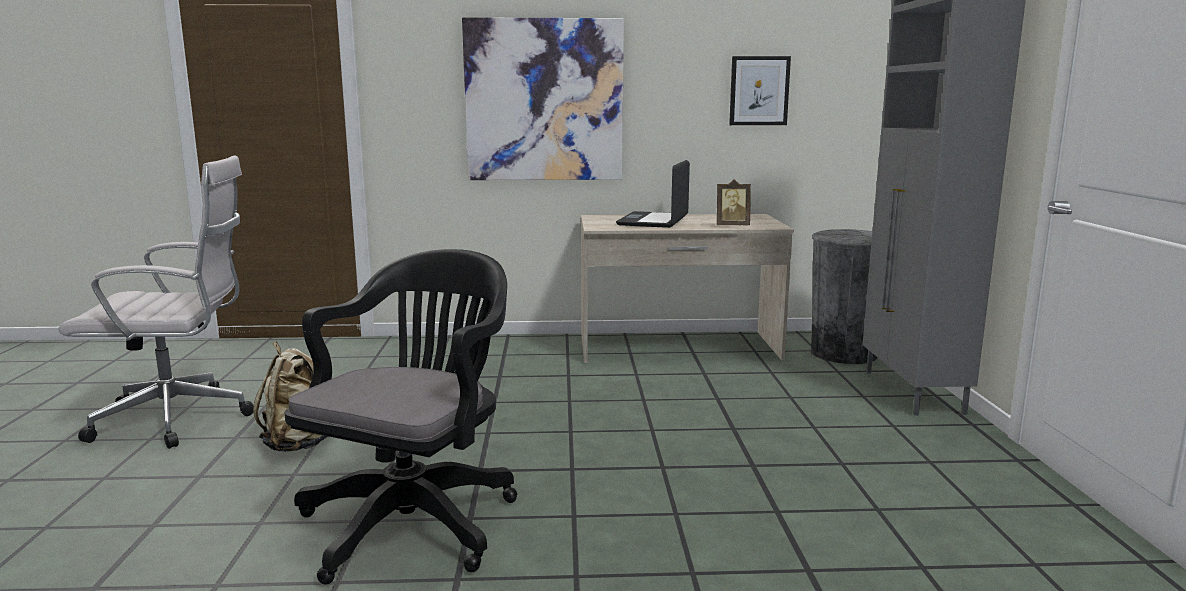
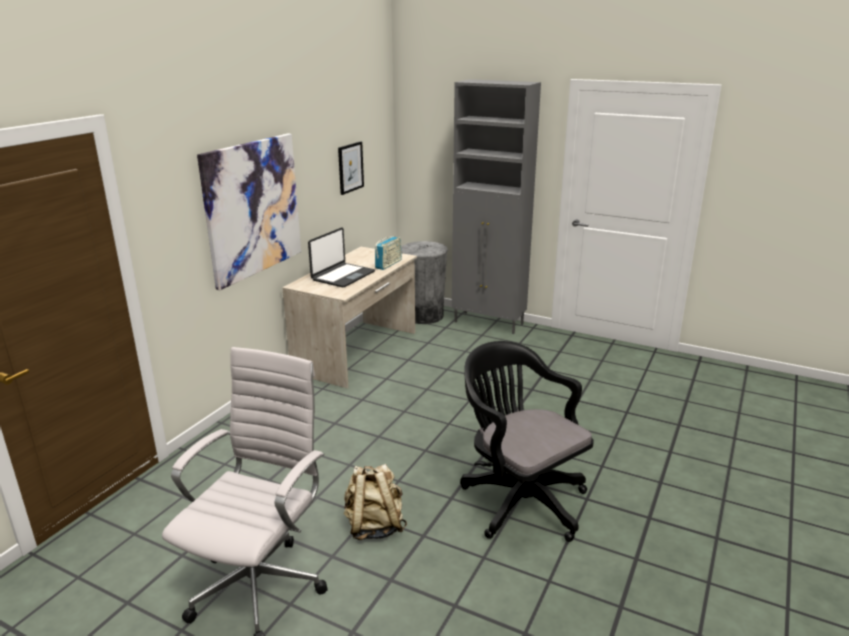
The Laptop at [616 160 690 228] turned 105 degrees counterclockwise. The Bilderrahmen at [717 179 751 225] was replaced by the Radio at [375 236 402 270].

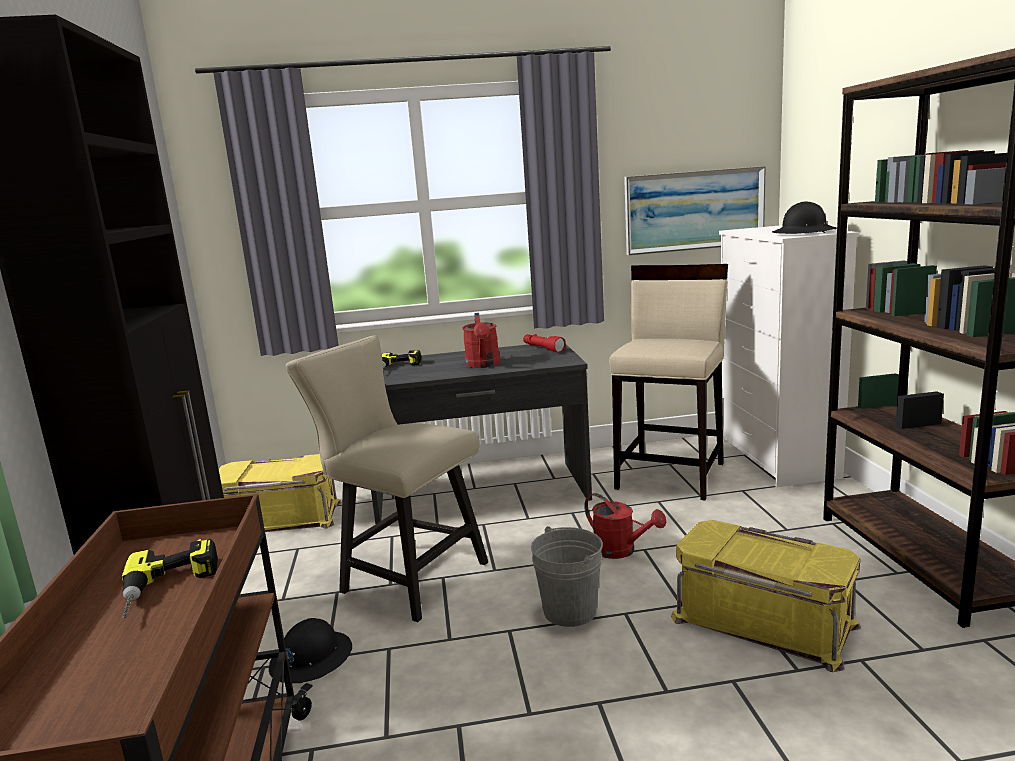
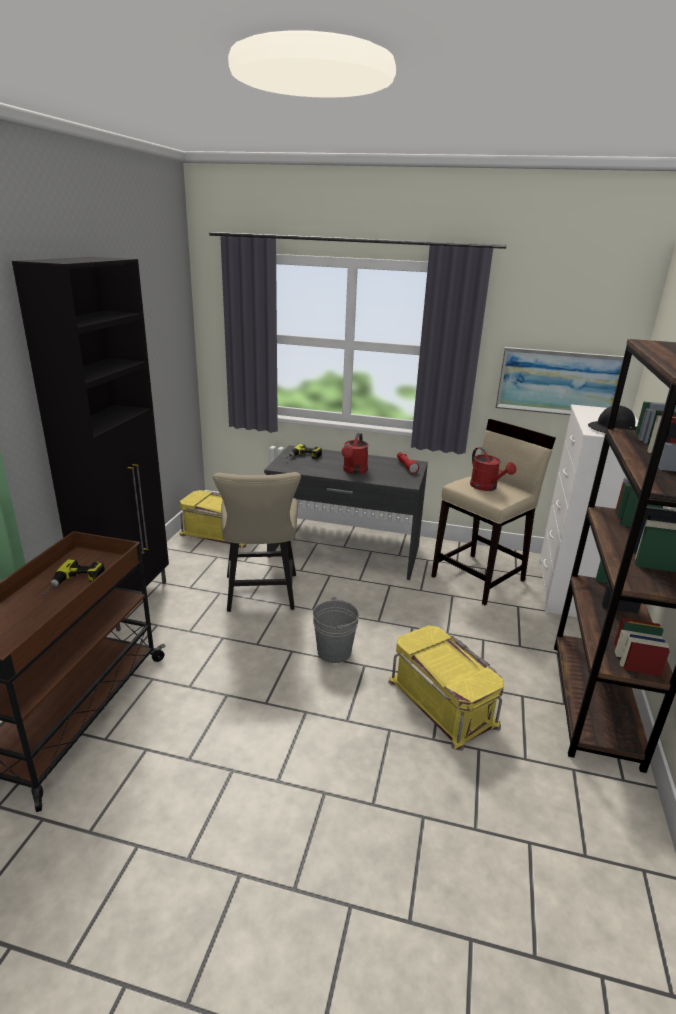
The Stuhl/beige at [286 336 488 622] turned 150 degrees counterclockwise. The Gießkanne/rot moved from [584 493 666 559] to [470 447 516 491]. The Schutzhelm/schwarz at [269 618 352 683] disappeared.

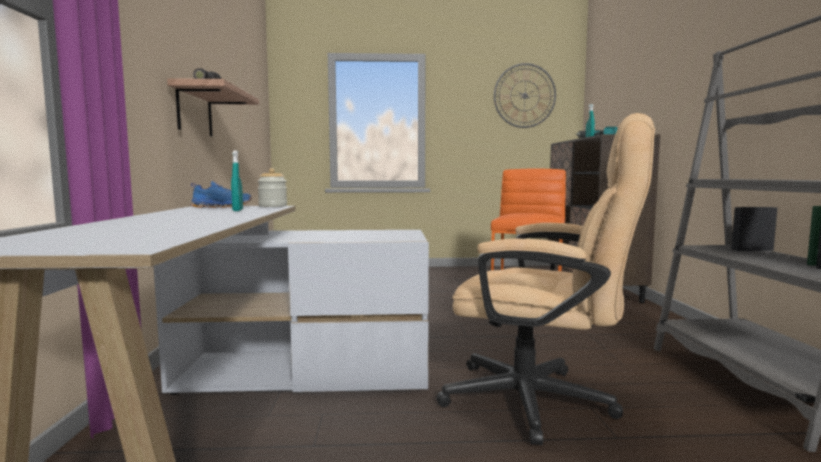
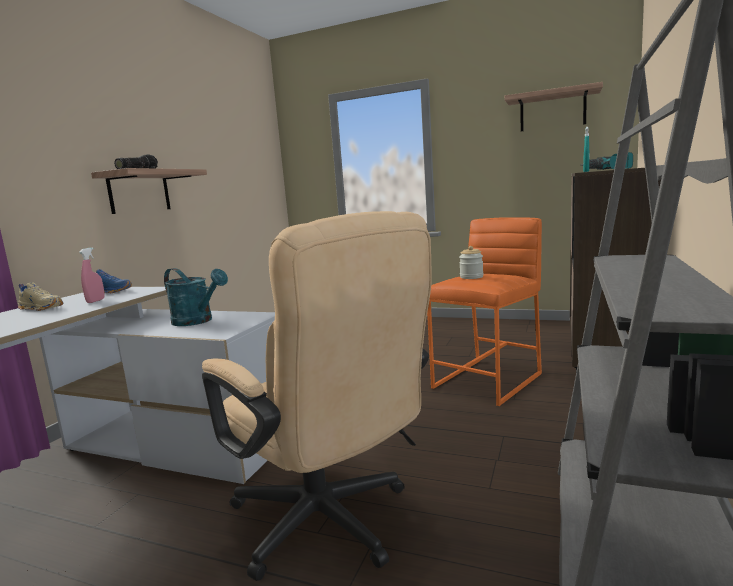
The Wanduhr at [494 63 556 128] was replaced by the Wandregal at [505 82 603 131]. The Sprühflasche/türkis at [231 150 243 211] became the Sprühflasche/rosa at [79 248 105 303]. The Vorratsglas moved from [258 168 287 207] to [459 246 483 279]. The Gießkanne/türkis at [164 268 228 326] appeared. The Schuh/beige at [18 282 63 311] appeared.

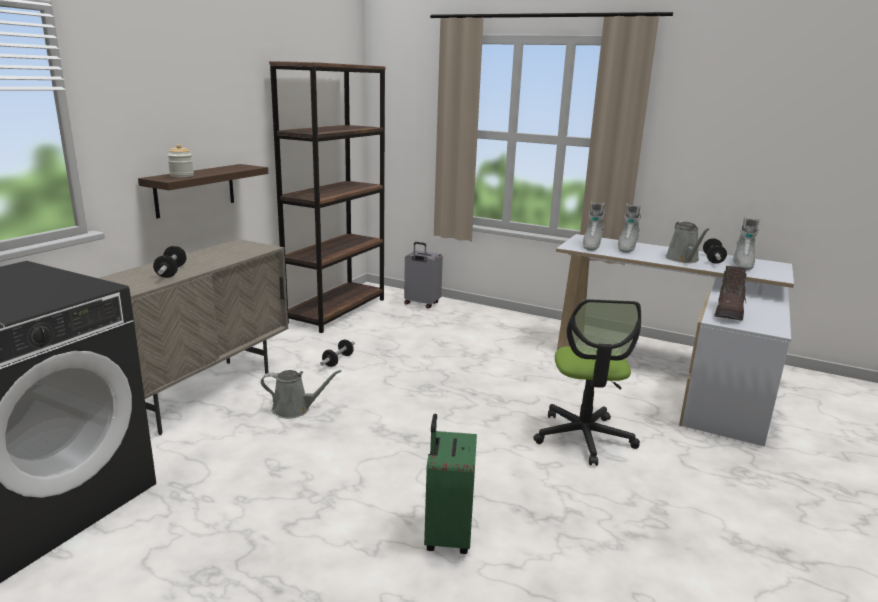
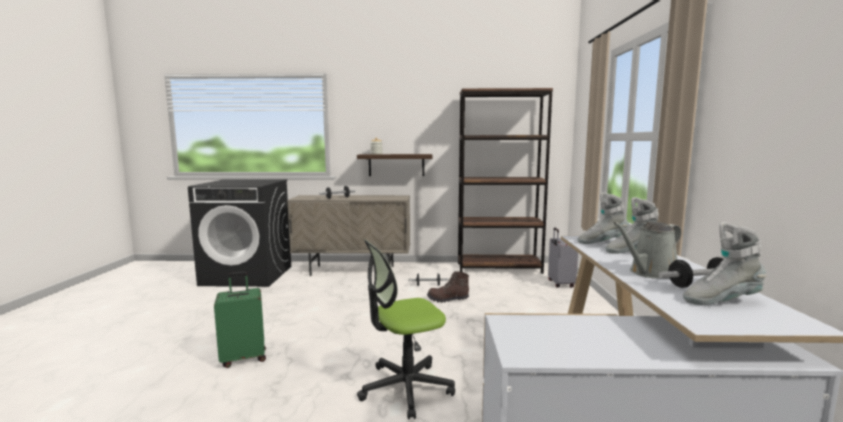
The Stiefel/braun moved from [714 266 747 321] to [427 271 469 303]. The Gießkanne/grau at [261 370 341 419] disappeared.

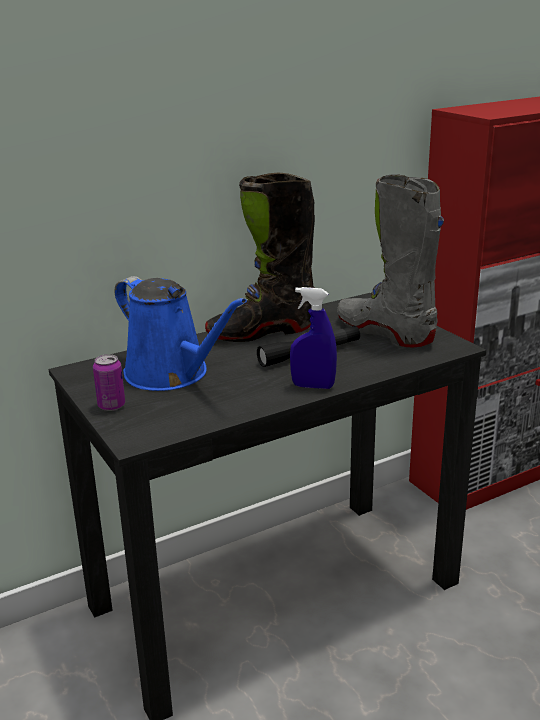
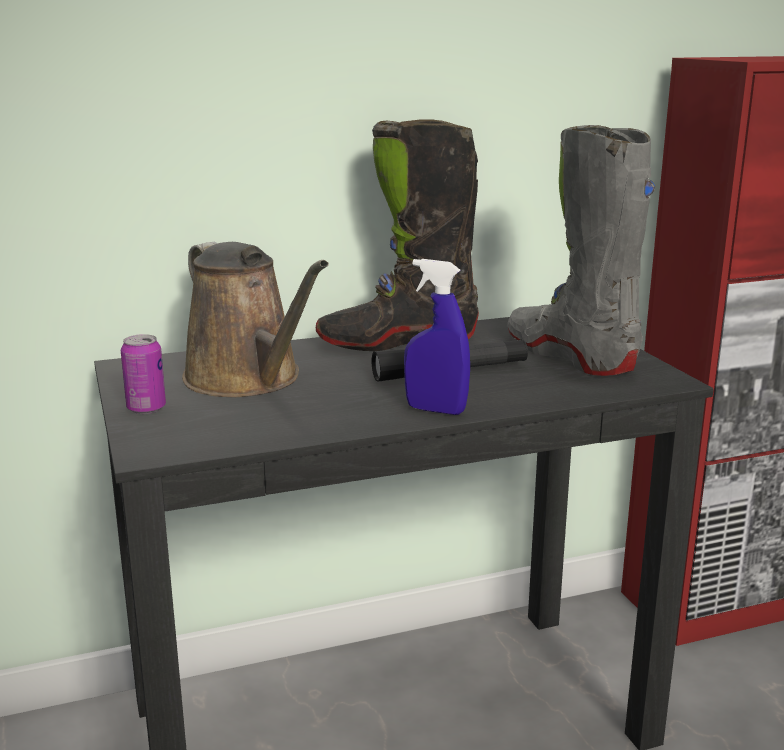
The Gießkanne/blau at [115 276 247 391] became the Gießkanne/braun at [182 242 329 397].

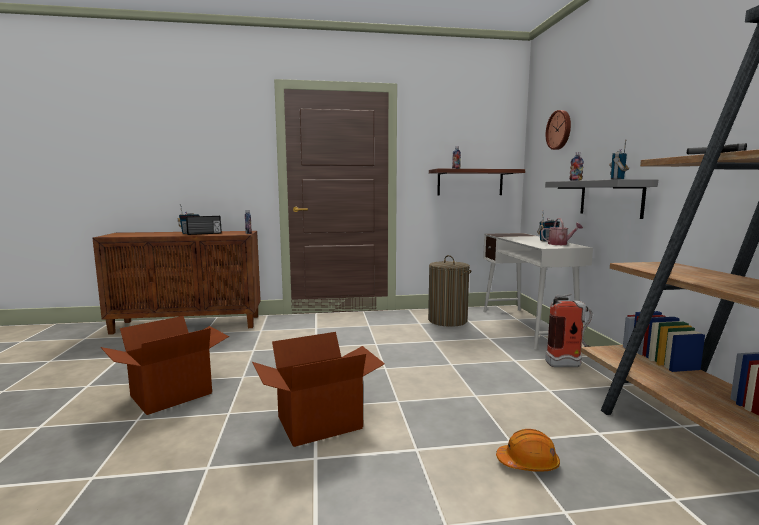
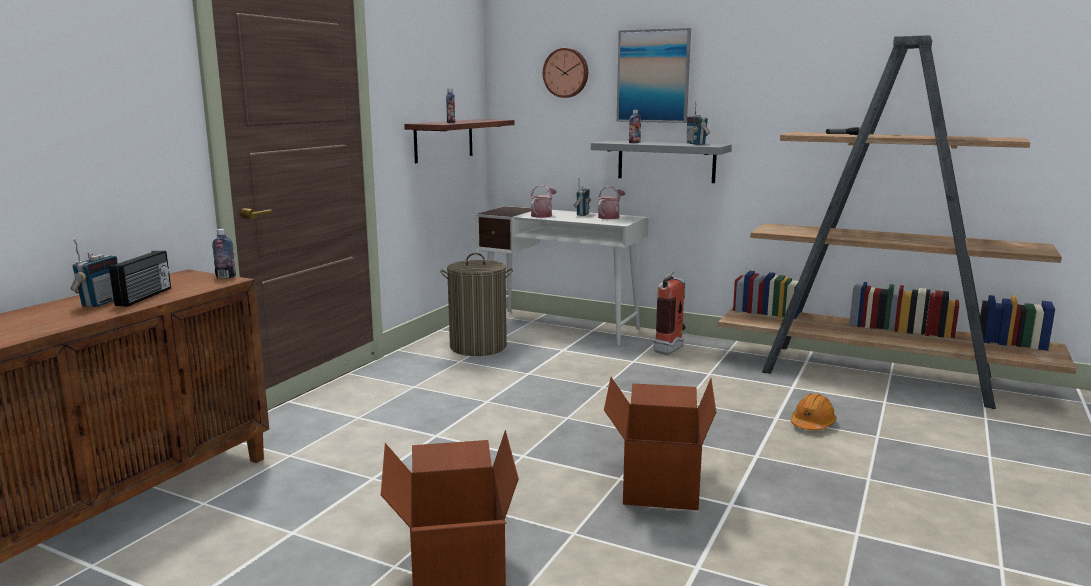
The Bild at [617 28 691 123] appeared. The Gießkanne at [531 185 557 218] appeared.

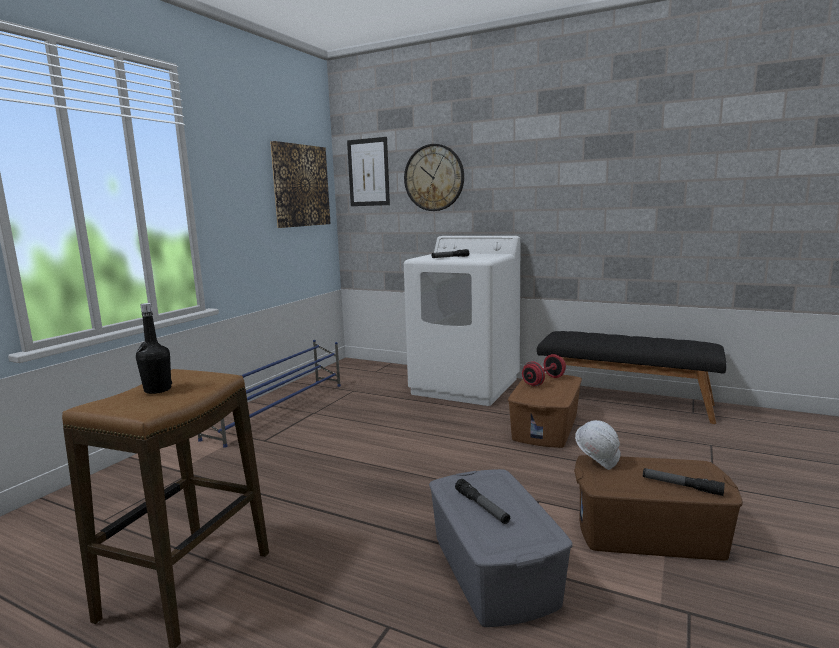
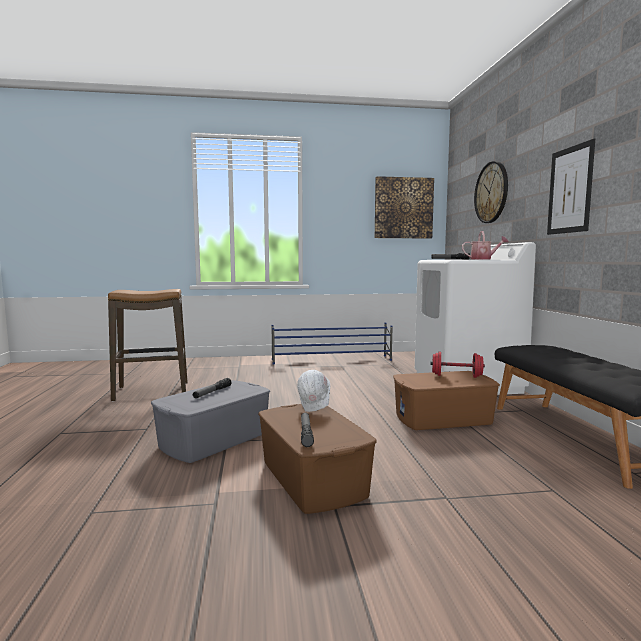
The Bild moved from [347 137 390 206] to [547 138 595 235]. The Flasche/schwarz at [136 303 172 394] disappeared. The Gießkanne at [462 231 508 260] appeared.

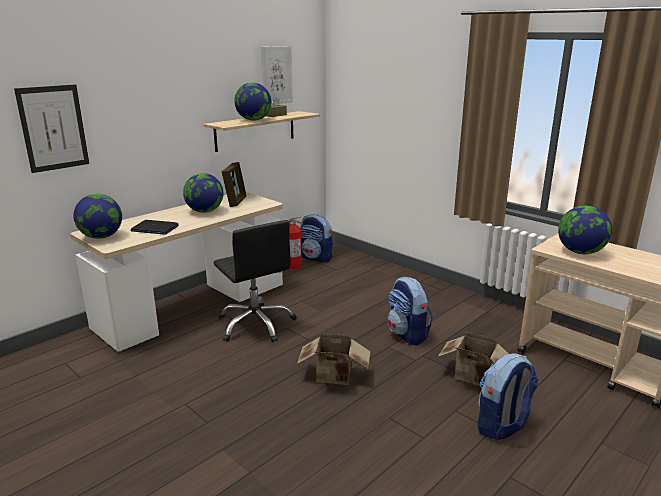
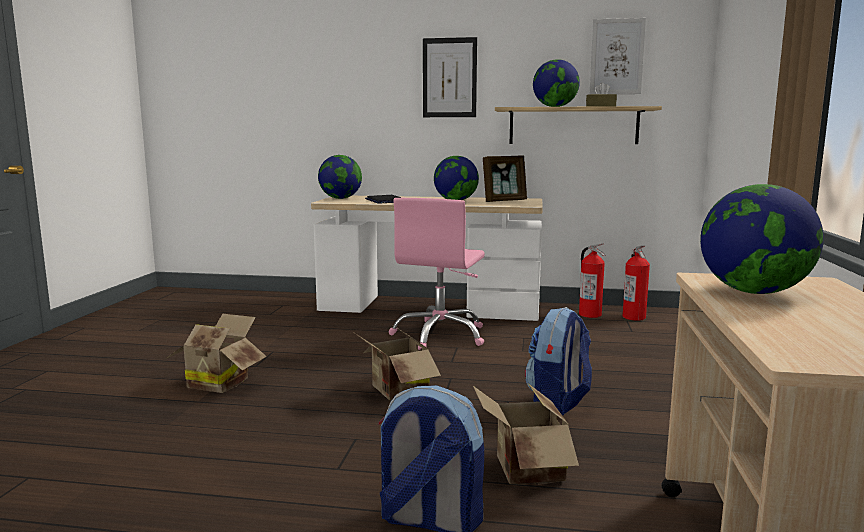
The Bild moved from [14 84 89 173] to [423 37 477 117]. The Rucksack at [300 214 333 263] was replaced by the Feuerlöscher at [623 246 650 321]. The Bürostuhl/schwarz at [214 220 297 343] became the Bürostuhl/rosa at [389 198 485 350]. The Karton at [165 314 267 393] appeared.

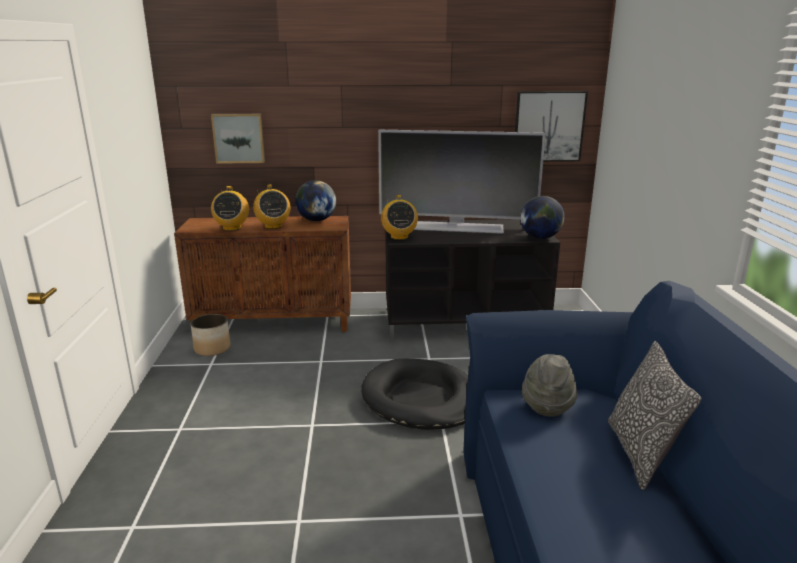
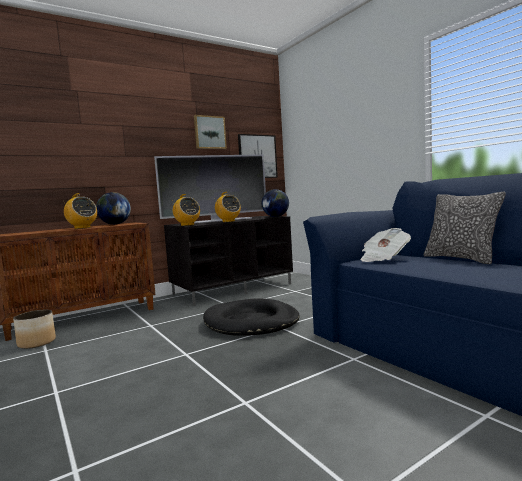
The Bild moved from [211 114 265 164] to [194 115 227 149]. The Radio moved from [211 186 249 231] to [214 192 241 222]. The Hut/grau at [522 354 578 417] was replaced by the Zeitung at [360 228 411 262].

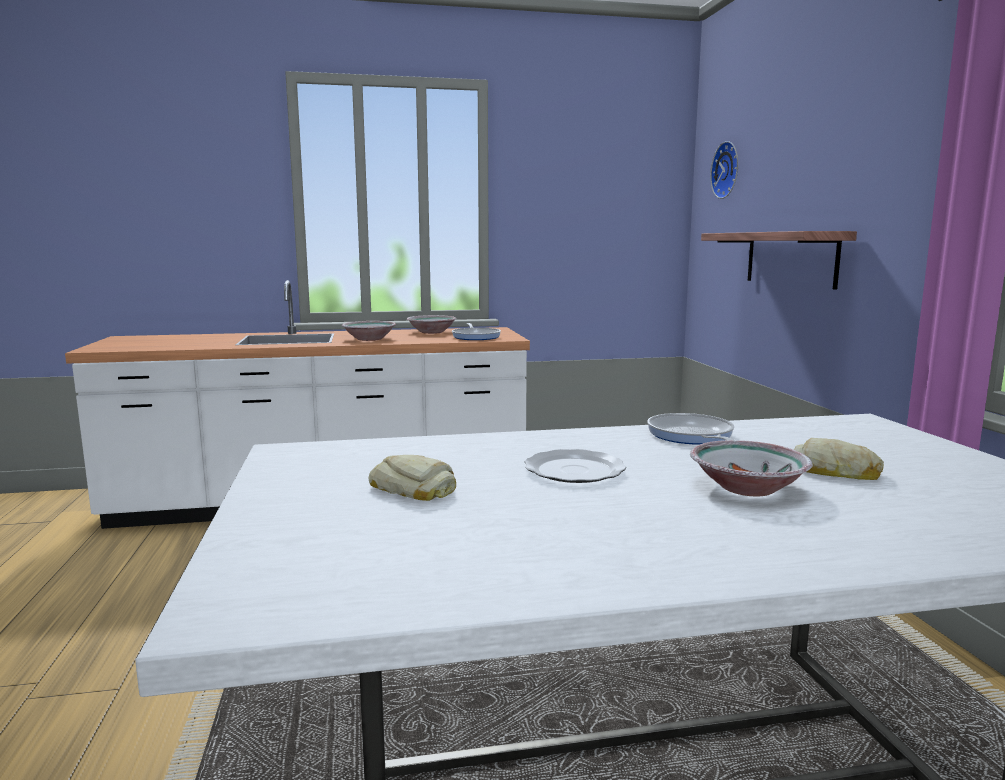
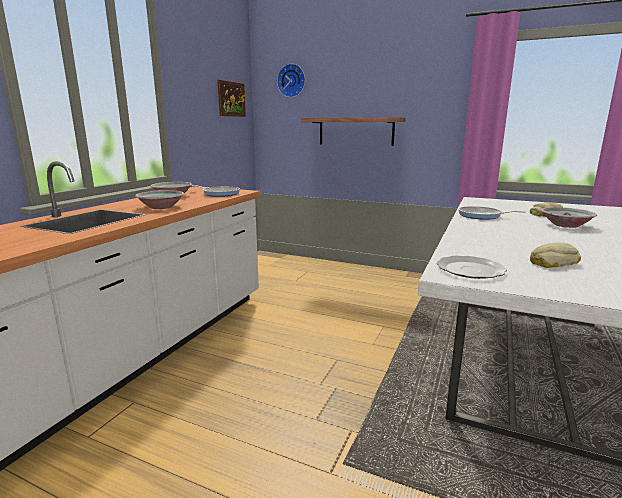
The Teller moved from [525 449 626 483] to [437 256 507 279]. The Bild at [218 80 246 117] appeared.

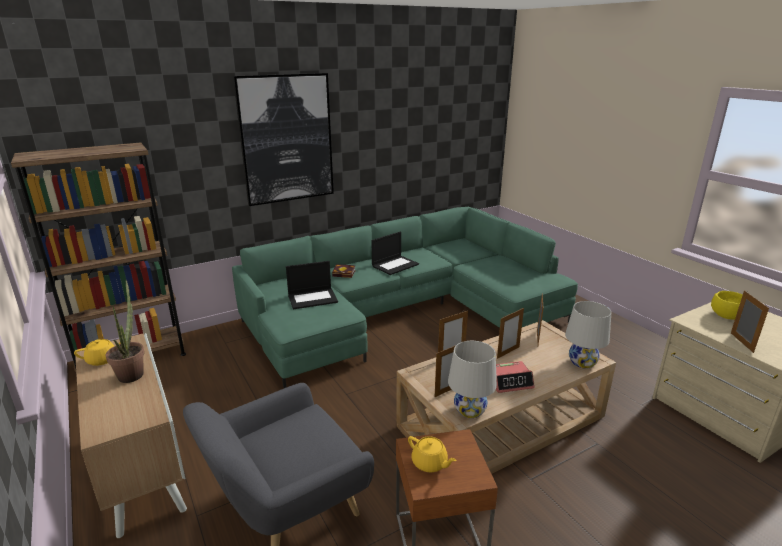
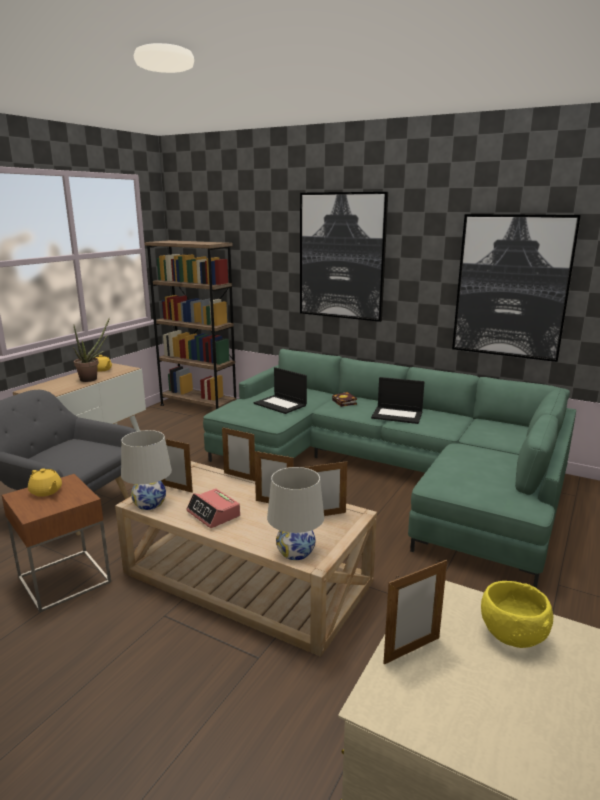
The Teekanne/gelb at [408 436 456 472] turned 60 degrees counterclockwise. The Bild at [452 214 581 362] appeared.

